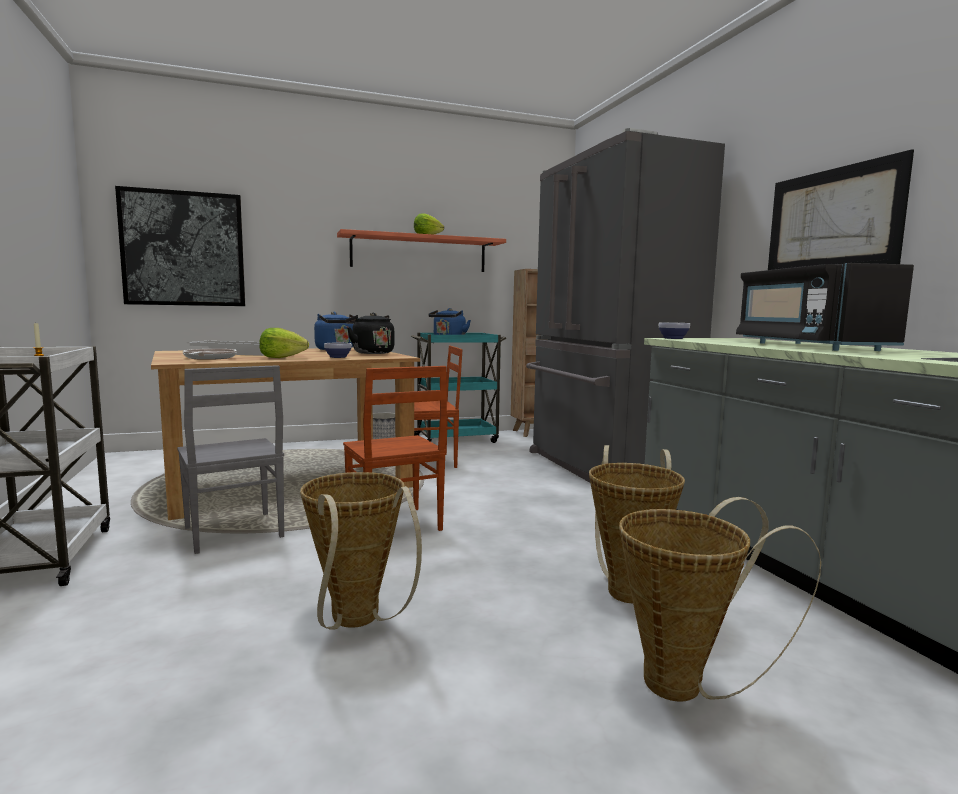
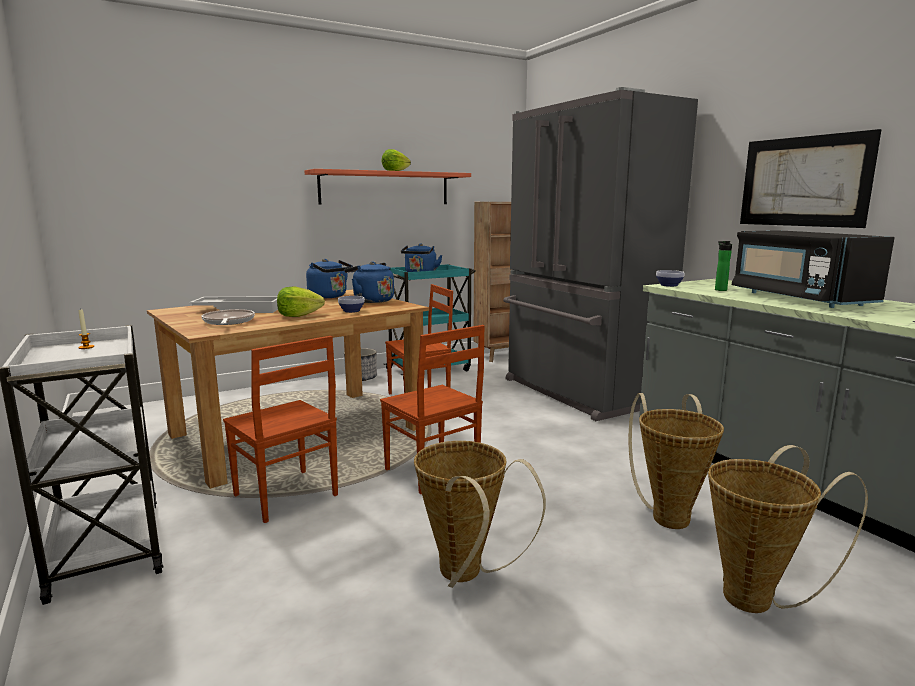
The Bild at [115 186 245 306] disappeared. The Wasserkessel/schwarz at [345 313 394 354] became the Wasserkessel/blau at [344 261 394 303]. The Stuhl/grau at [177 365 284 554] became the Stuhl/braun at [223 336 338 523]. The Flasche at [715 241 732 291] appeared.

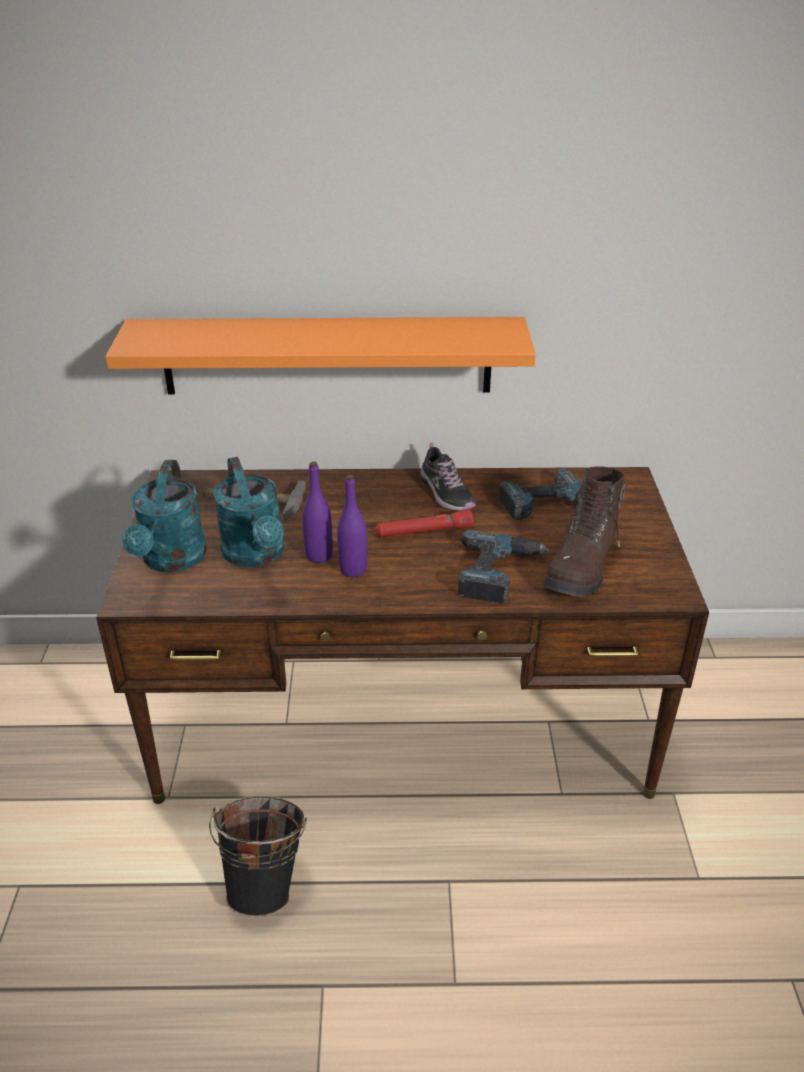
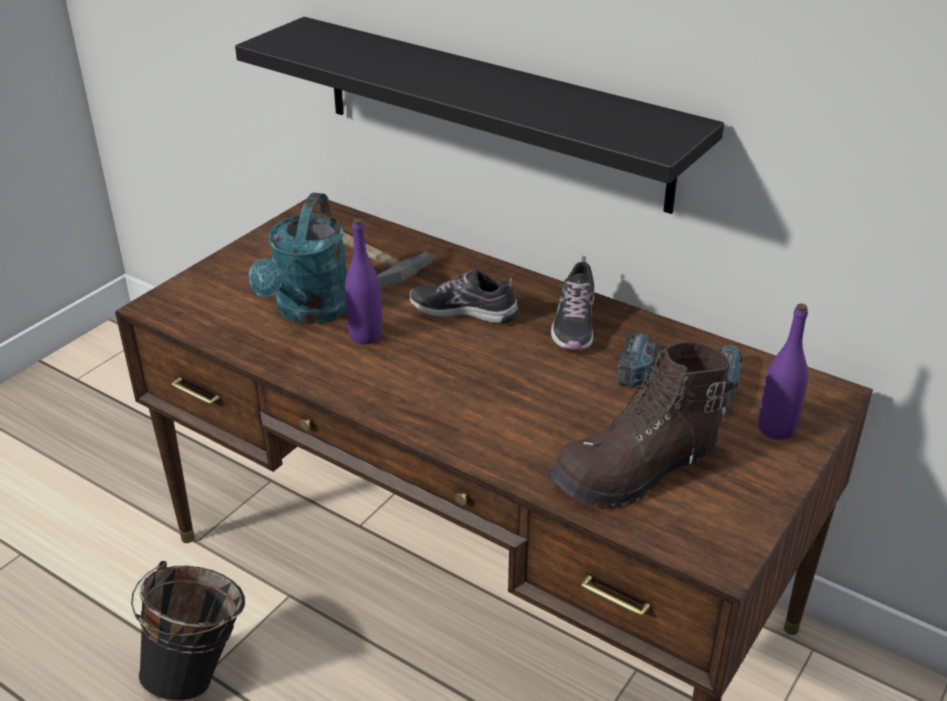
The Wandregal/orange at [105 317 536 394] became the Wandregal/schwarz at [235 17 724 214]. The Gießkanne/türkis at [122 460 207 573] disappeared. The Flasche/lila moved from [337 475 367 577] to [758 304 808 440]. The Taschenlampe/rot at [375 510 473 537] disappeared. The Bohrmaschine at [458 530 550 603] disappeared. The Schuh at [409 270 518 324] appeared.

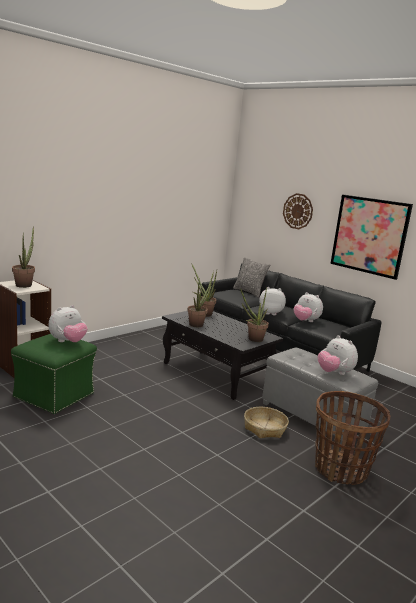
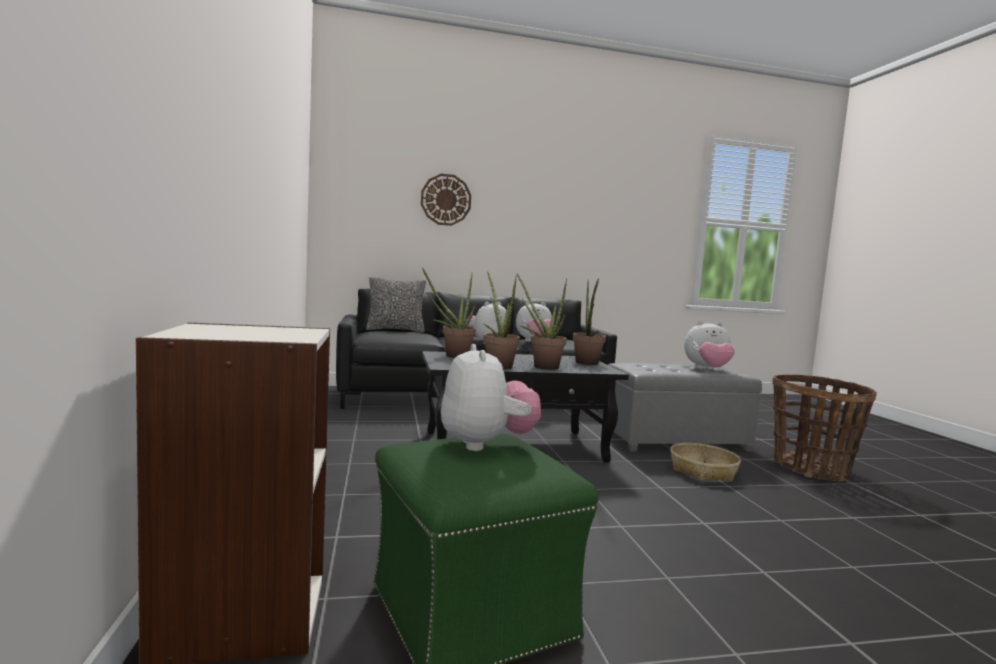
The Bild at [330 195 413 280] disappeared. The Topfpflanze moved from [12 226 35 288] to [517 273 567 370].

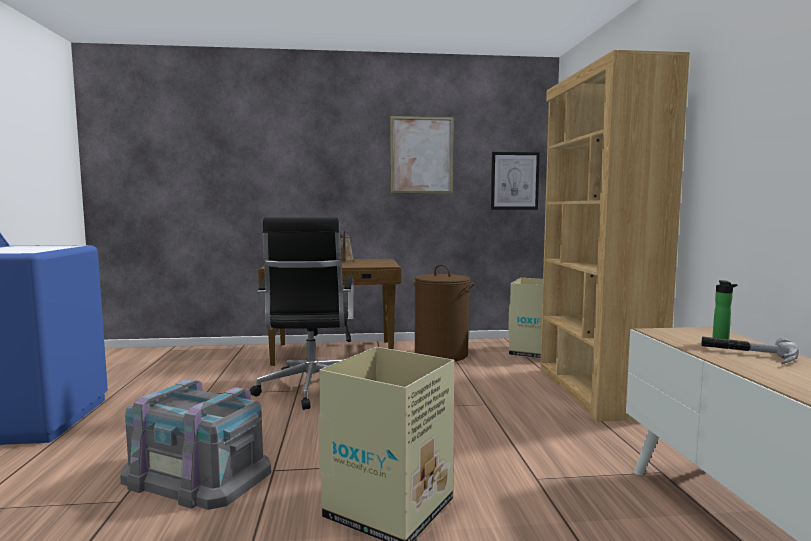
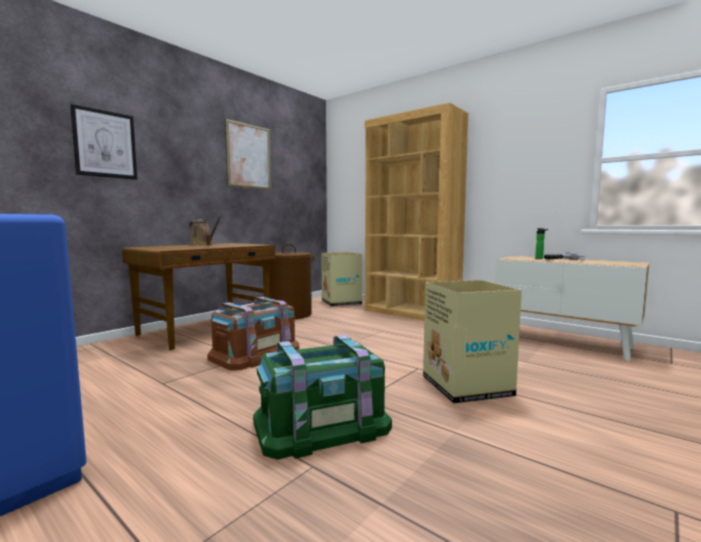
The Bild moved from [491 152 540 210] to [70 104 137 180]. The Bürostuhl/schwarz at [250 217 354 410] was replaced by the Aufbewahrungsbox/braun at [207 297 299 370]. The Aufbewahrungsbox/grau at [120 379 271 510] became the Aufbewahrungsbox/grün at [253 335 392 459].

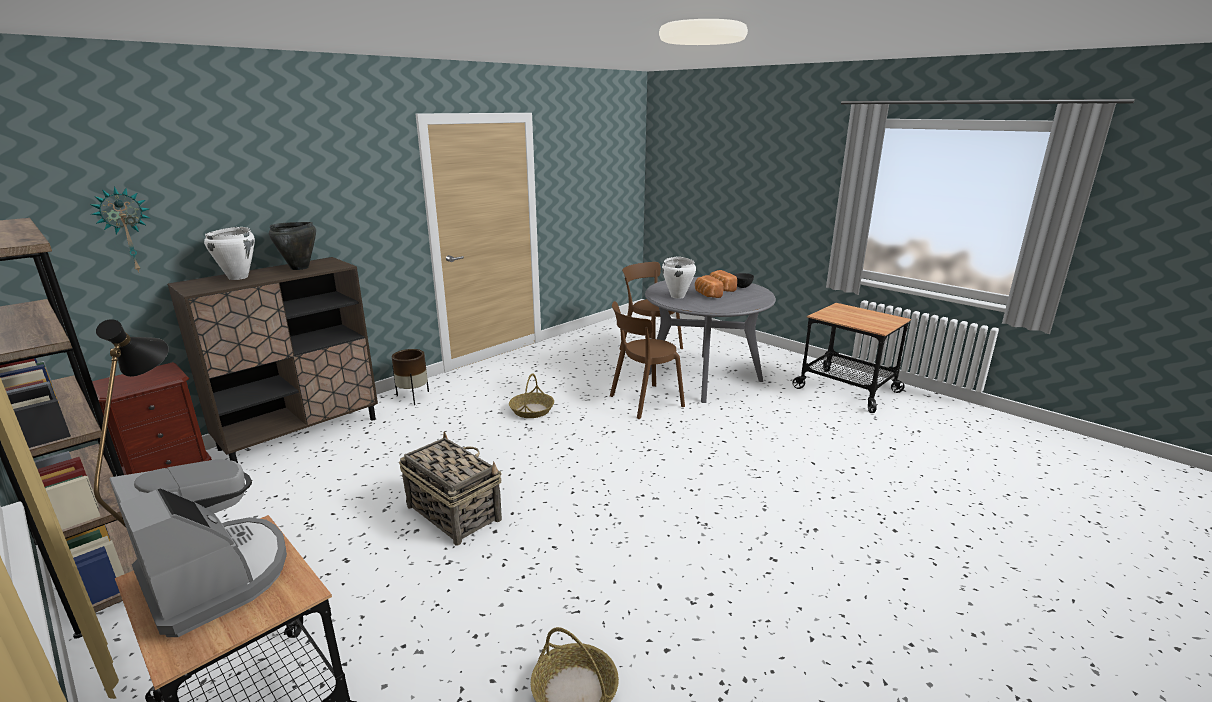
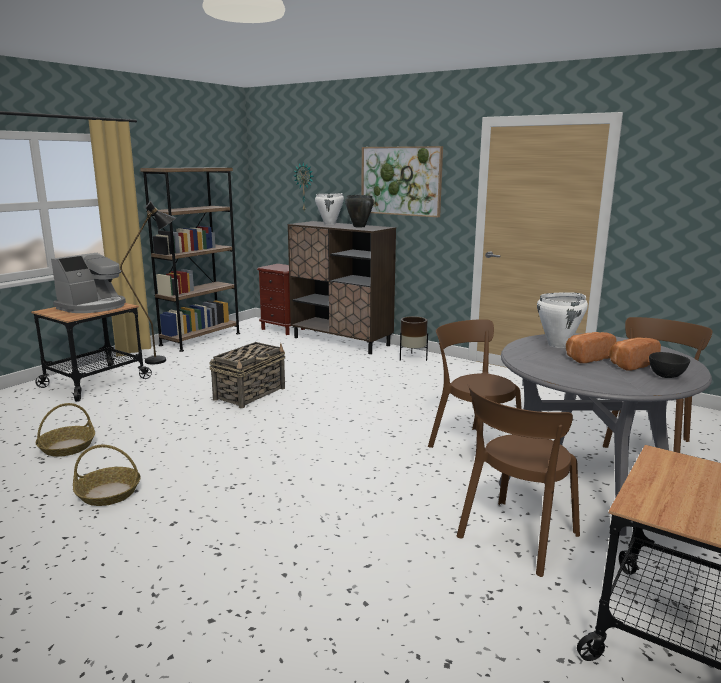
The Korb moved from [509 373 554 418] to [73 445 141 506]. The Bild at [361 146 443 217] appeared. The Stuhl/braun at [456 384 580 577] appeared.

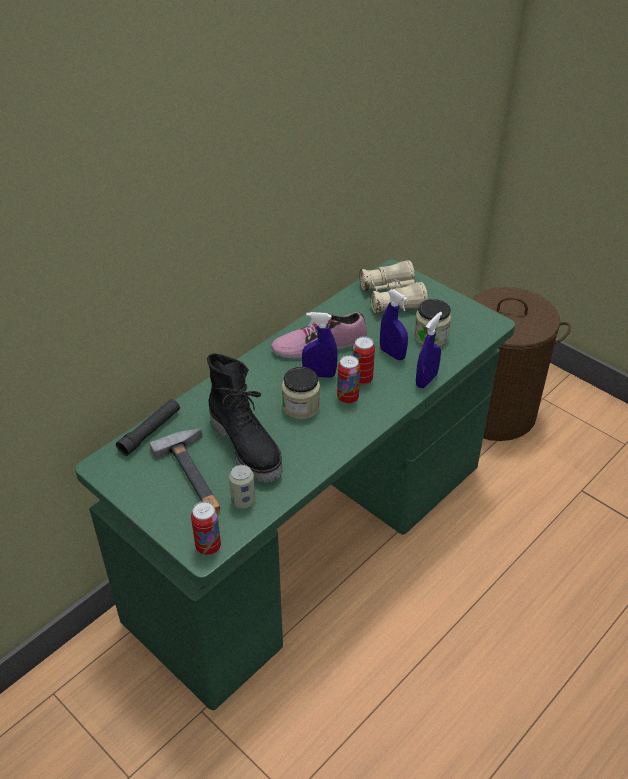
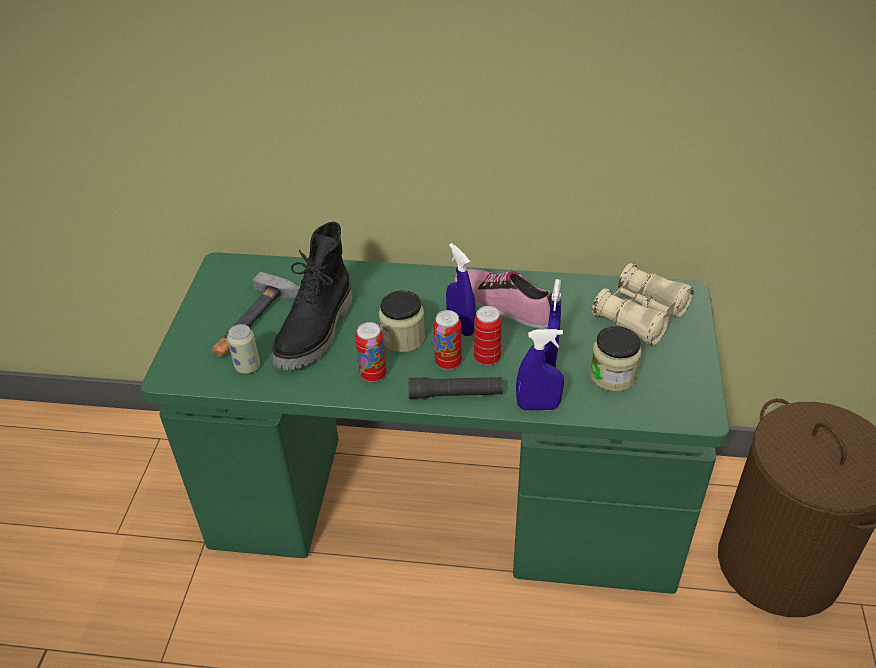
The Taschenlampe/schwarz moved from [116 399 180 456] to [408 377 503 399]. The Dose moved from [191 501 221 555] to [355 322 386 382].

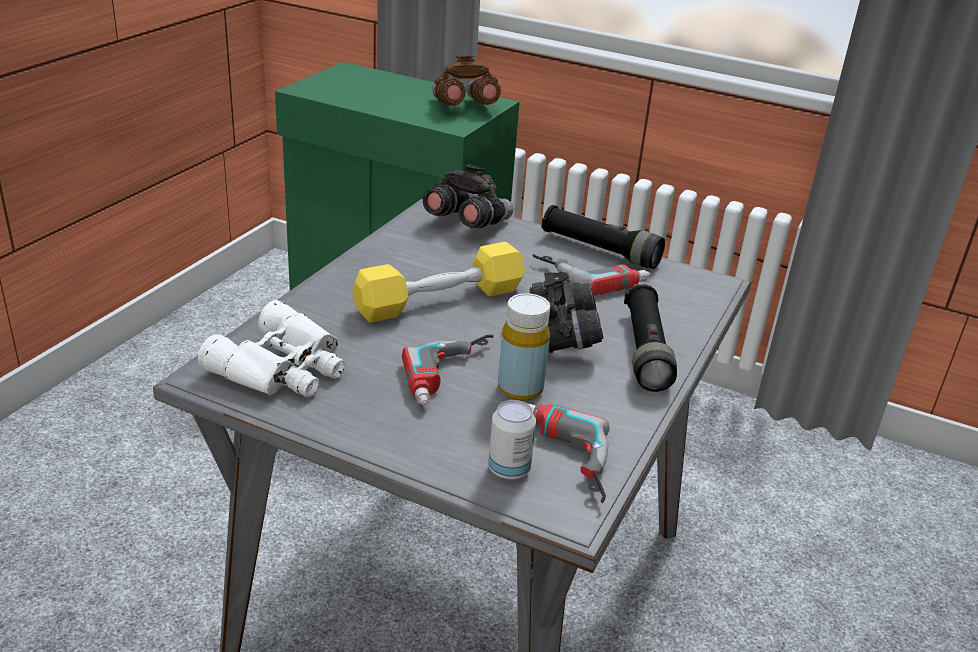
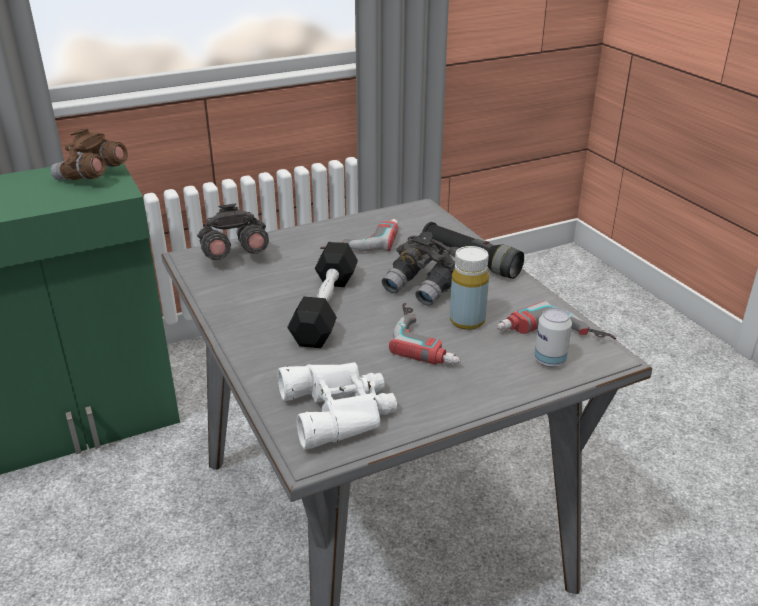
The Taschenlampe/schwarz at [541 205 665 269] disappeared. The Hantel/gelb at [352 242 525 323] became the Hantel/schwarz at [287 242 358 348].

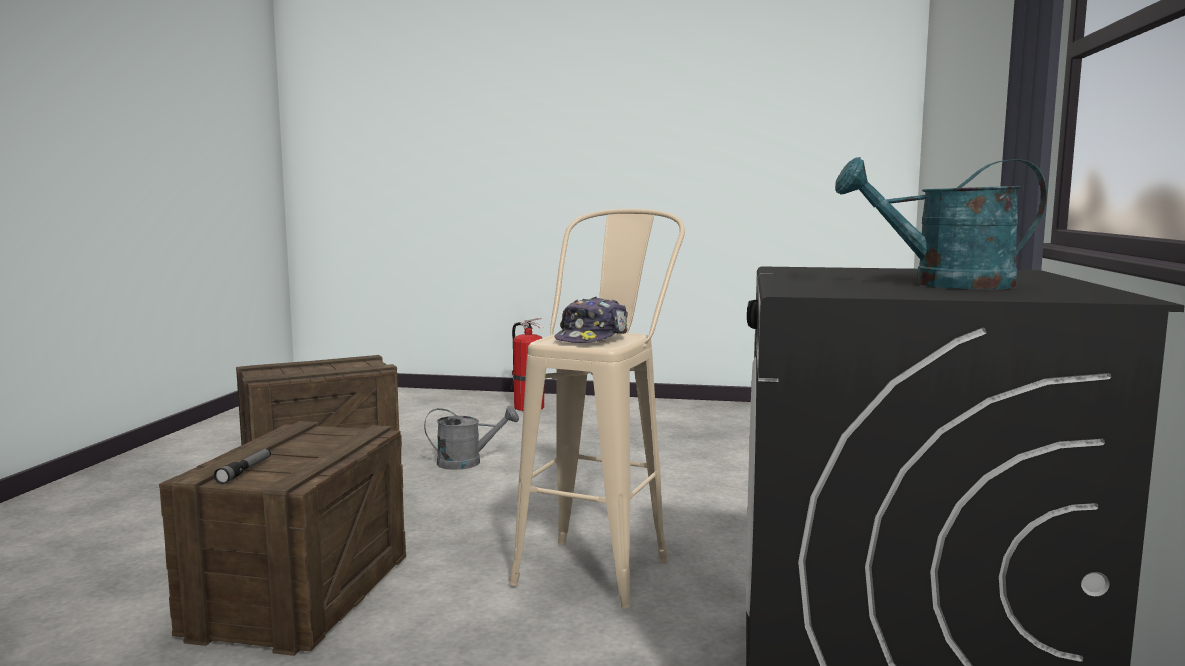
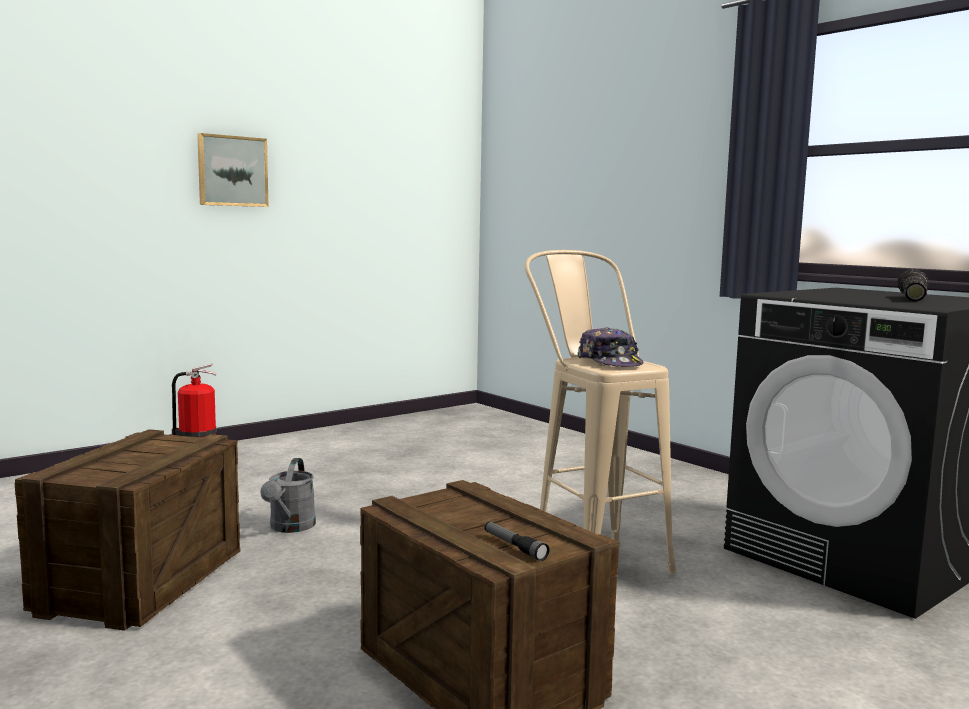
The Gießkanne/türkis at [835 157 1047 289] was replaced by the Taschenlampe at [897 269 928 301]. The Gießkanne/grau at [424 406 519 470] turned 150 degrees clockwise. The Bild at [197 133 269 207] appeared.

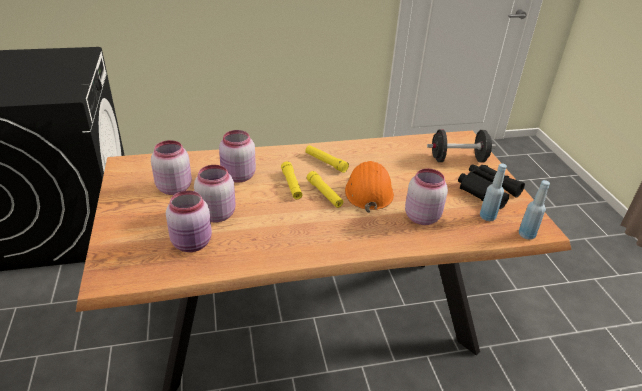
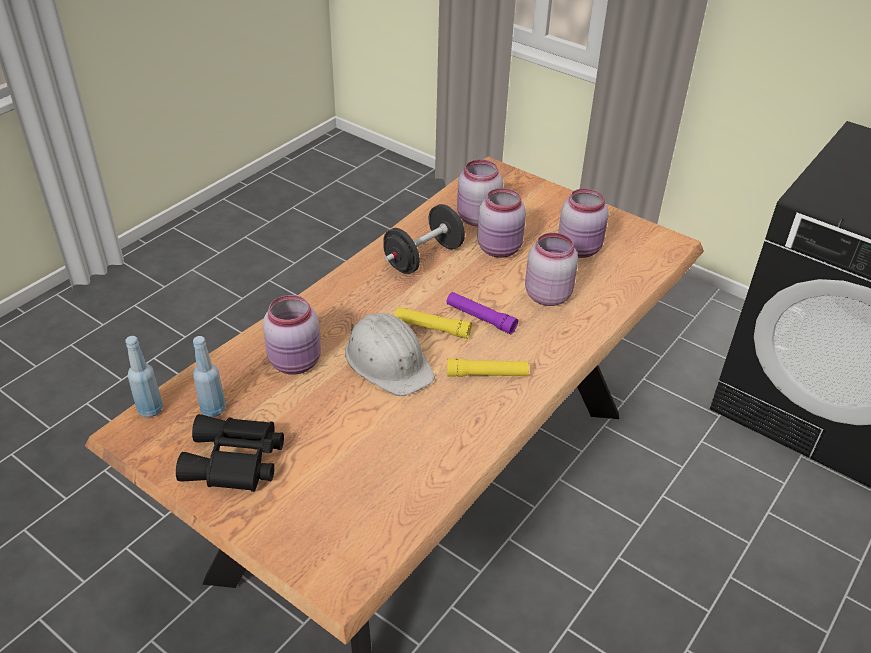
The Hantel/schwarz moved from [427 129 496 163] to [383 204 465 274]. The Taschenlampe/gelb at [281 161 302 199] became the Taschenlampe/lila at [447 292 518 334]. The Schutzhelm/orange at [345 161 394 213] became the Schutzhelm/weiß at [345 313 435 396].

